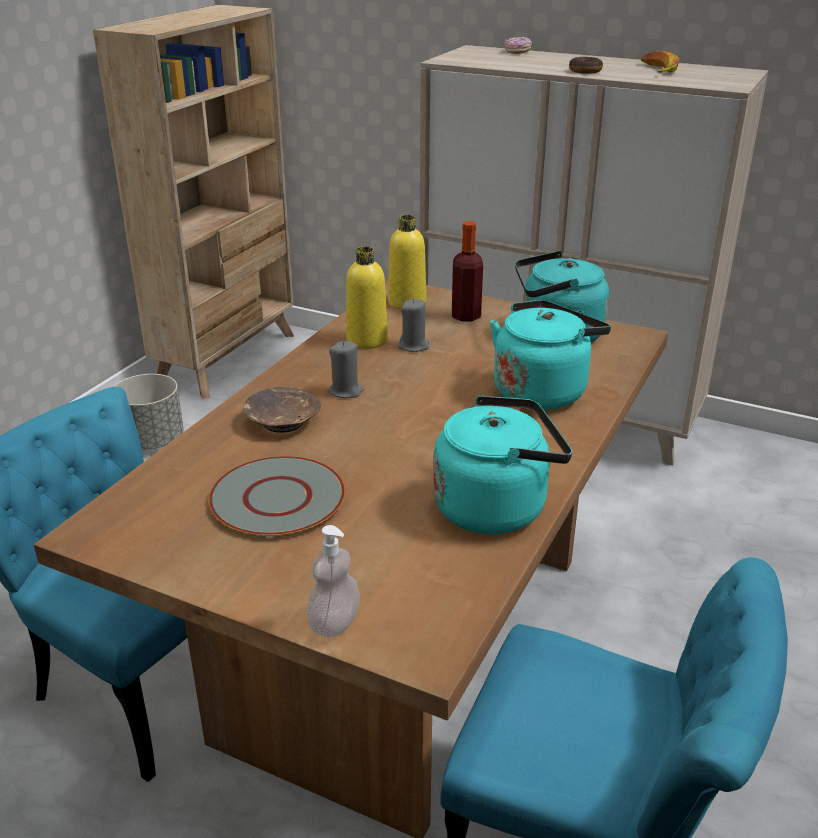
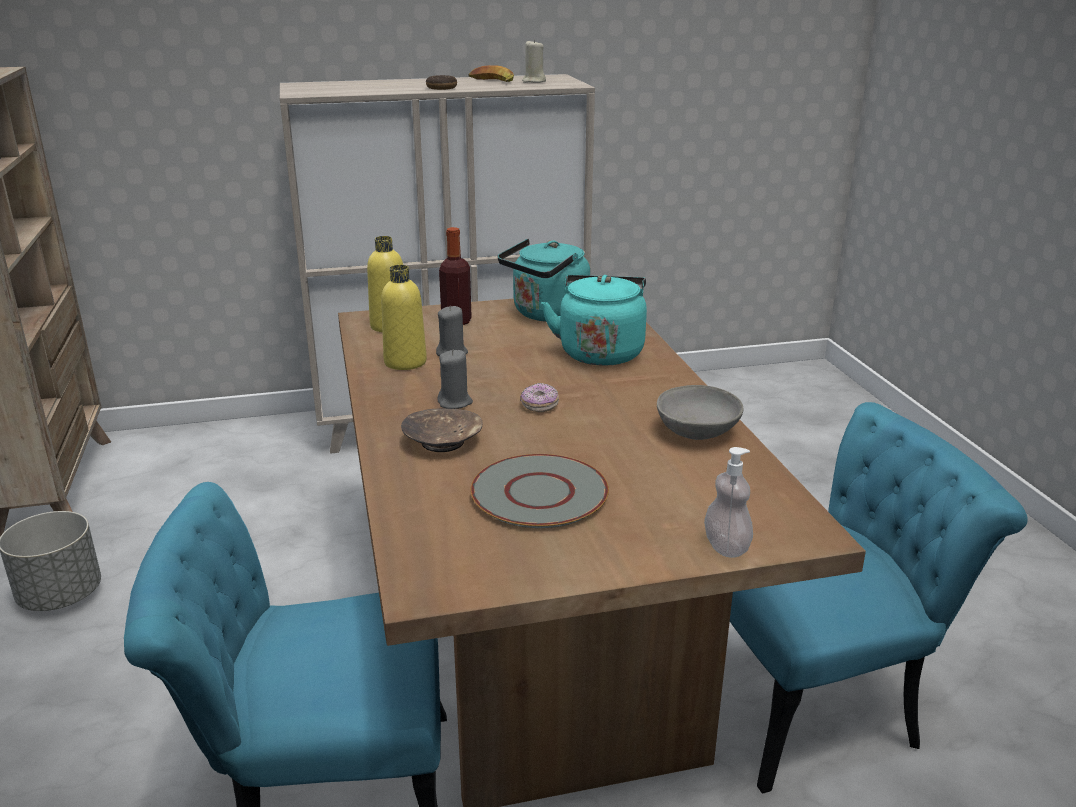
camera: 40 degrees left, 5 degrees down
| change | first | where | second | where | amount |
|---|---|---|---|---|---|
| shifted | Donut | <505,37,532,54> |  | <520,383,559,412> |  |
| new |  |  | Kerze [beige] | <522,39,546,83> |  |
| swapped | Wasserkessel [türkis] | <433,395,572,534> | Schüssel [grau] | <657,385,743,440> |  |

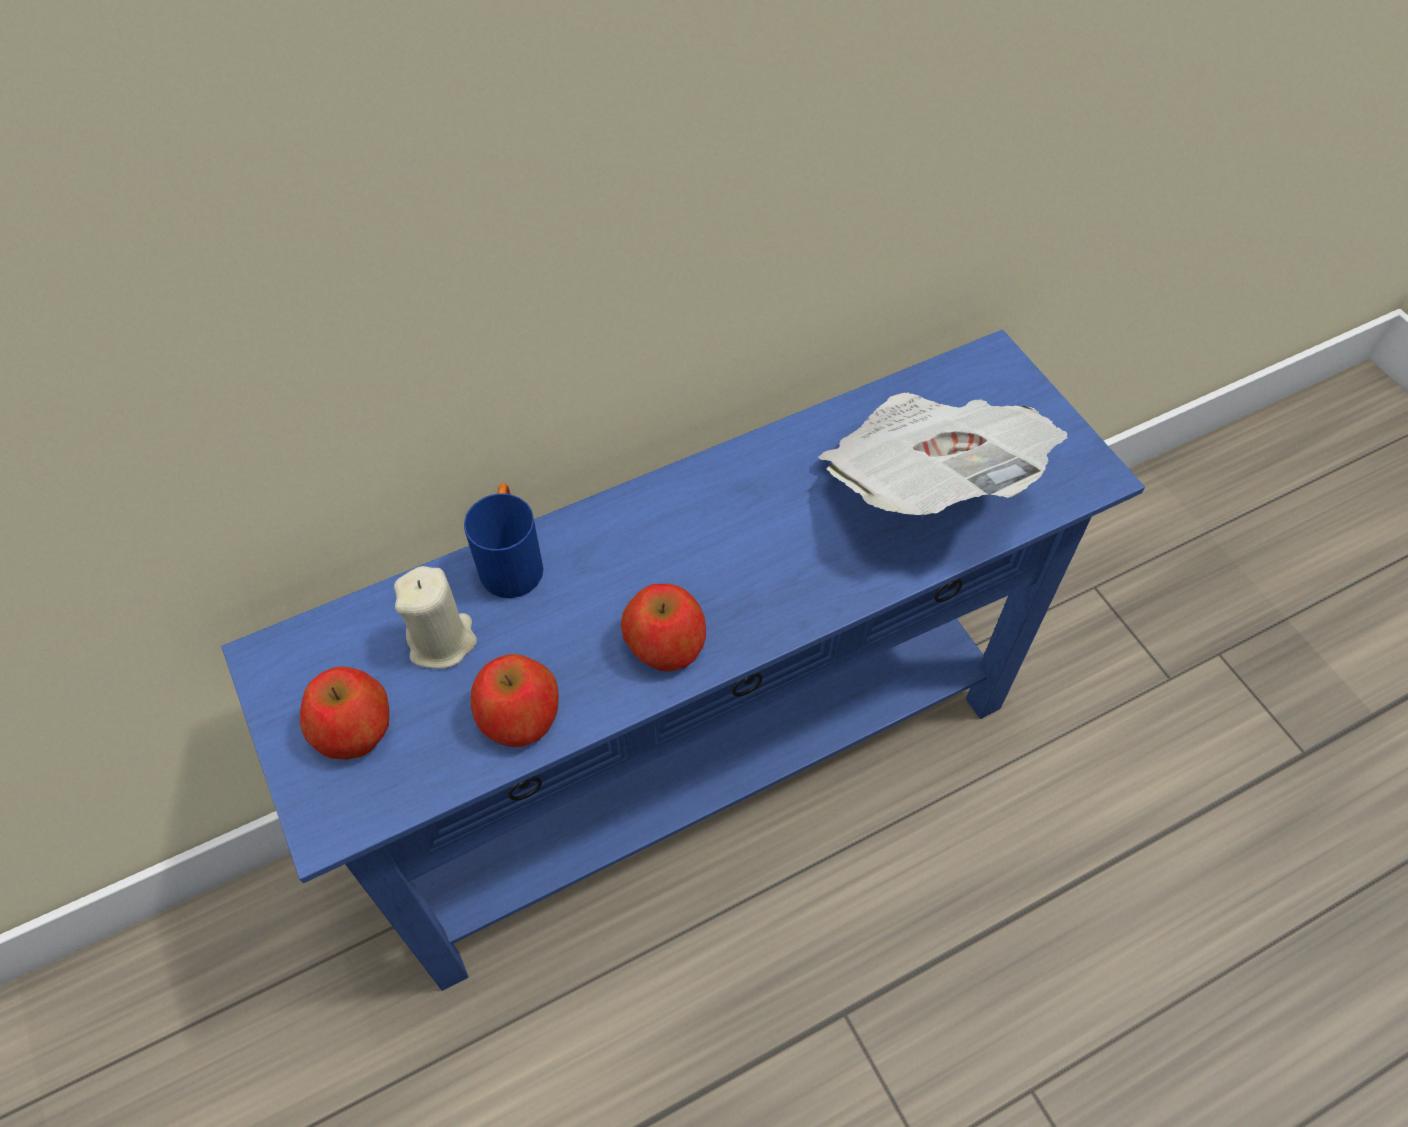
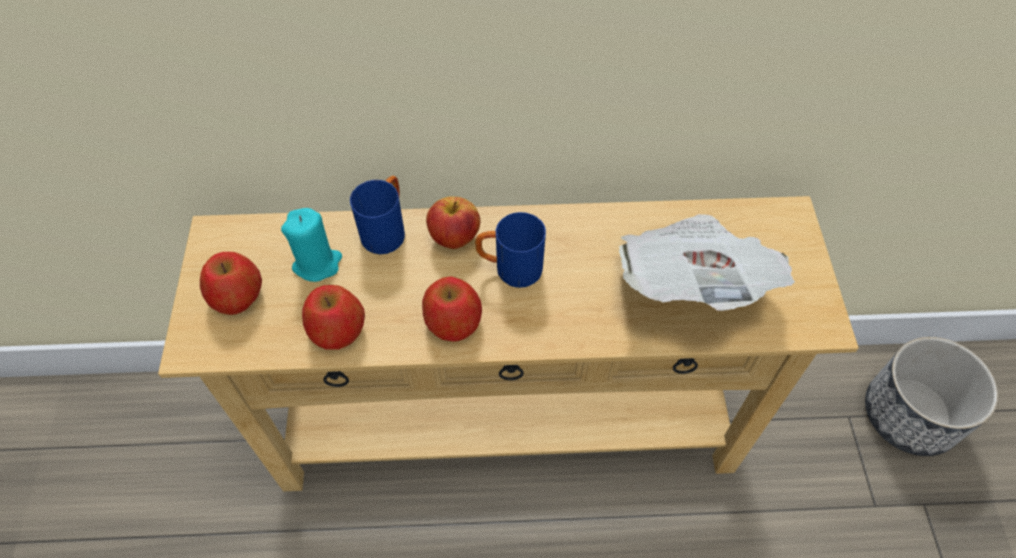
camera: 25 degrees right, 0 degrees up
| change | first | where | second | where | amount |
|---|---|---|---|---|---|
| repainted | Konsolentisch [blau] | <222,330,1145,991> | Konsolentisch [beige] | <158,196,858,491> |  |
| repainted | Kerze [beige] | <394,566,477,669> | Kerze [türkis] | <281,208,342,282> |  |
| new |  |  | Apfel | <426,196,480,249> |  |
| new |  |  | Henkelbecher [blau] | <475,212,546,288> |  |
| new |  |  | Pflanzkübel | <865,337,998,456> |  |

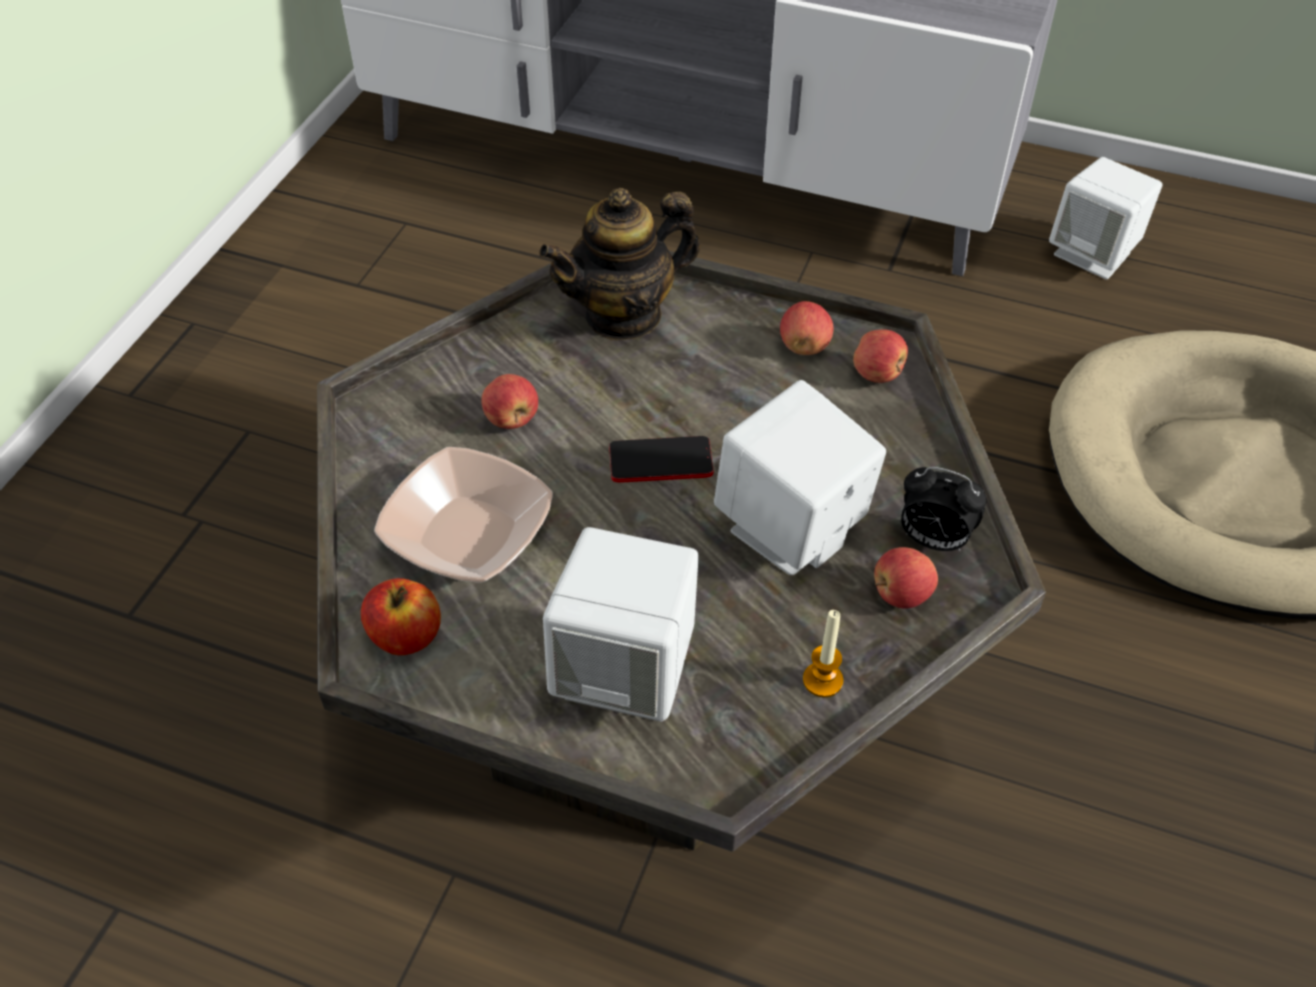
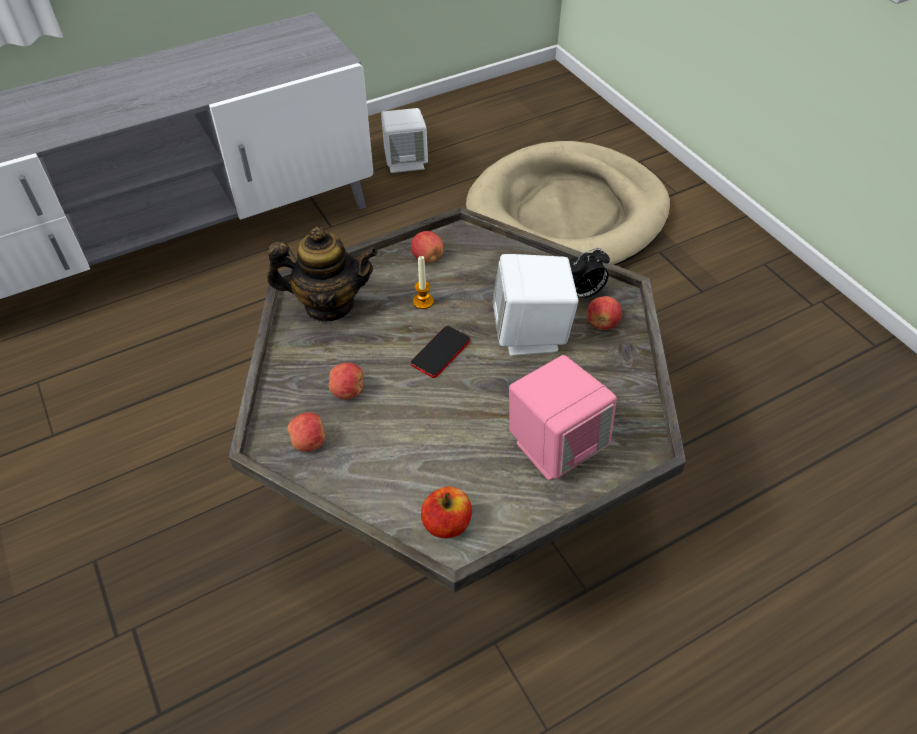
camera: 50 degrees left, 0 degrees up
| change | first | where | second | where | amount |
|---|---|---|---|---|---|
| rotated | Teekanne | <539,188,700,340> |  | <267,227,378,322> | 105 degrees counterclockwise |
| shifted | Apfel | <853,329,908,383> |  | <287,412,327,452> |  |
| shifted | Kerze | <803,610,843,697> |  | <413,256,434,309> |  |
| repainted | Lautsprecher [weiß] | <543,527,699,722> | Lautsprecher [rosa] | <509,355,617,481> |  |
| gone | Schüssel | <374,447,553,583> |  |  |  |

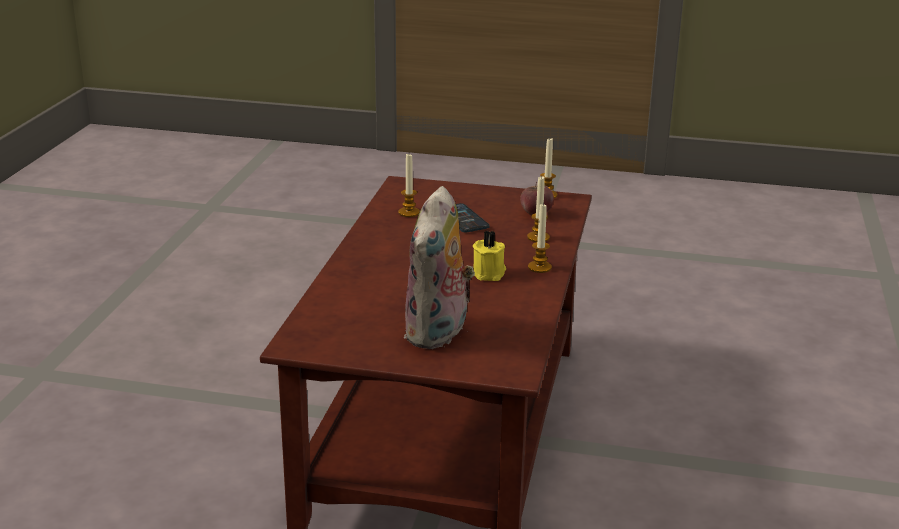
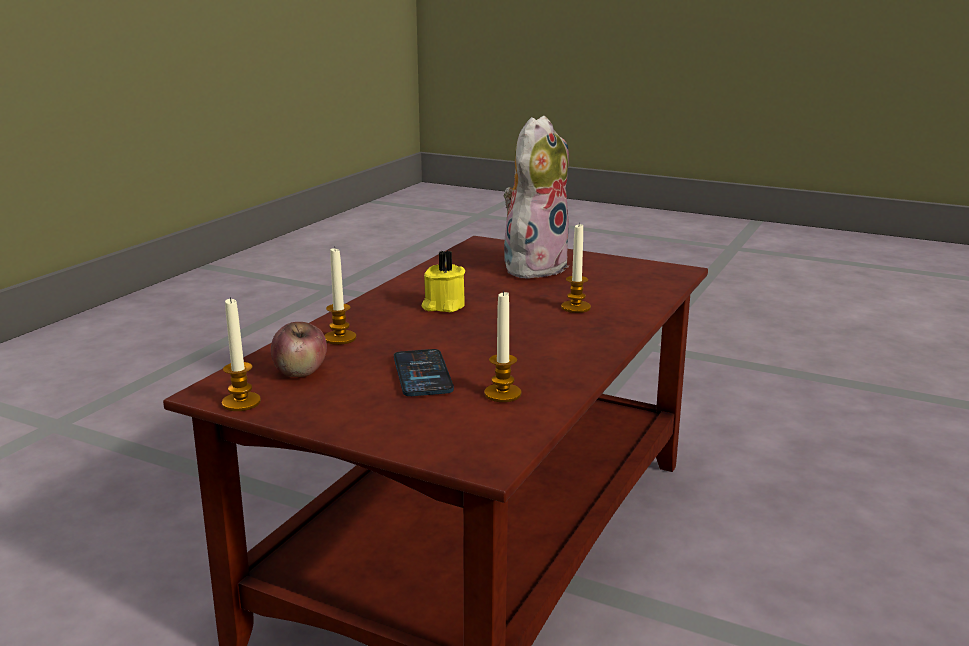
camera: 165 degrees left, 5 degrees down
| change | first | where | second | where | amount |
|---|---|---|---|---|---|
| shifted | Kerze | <528,203,552,273> |  | <561,224,591,313> |  |

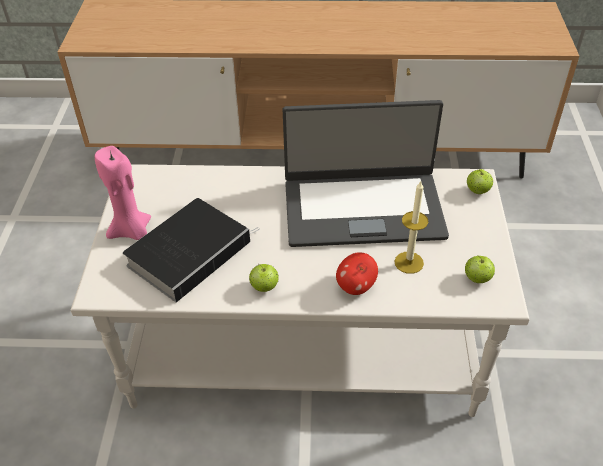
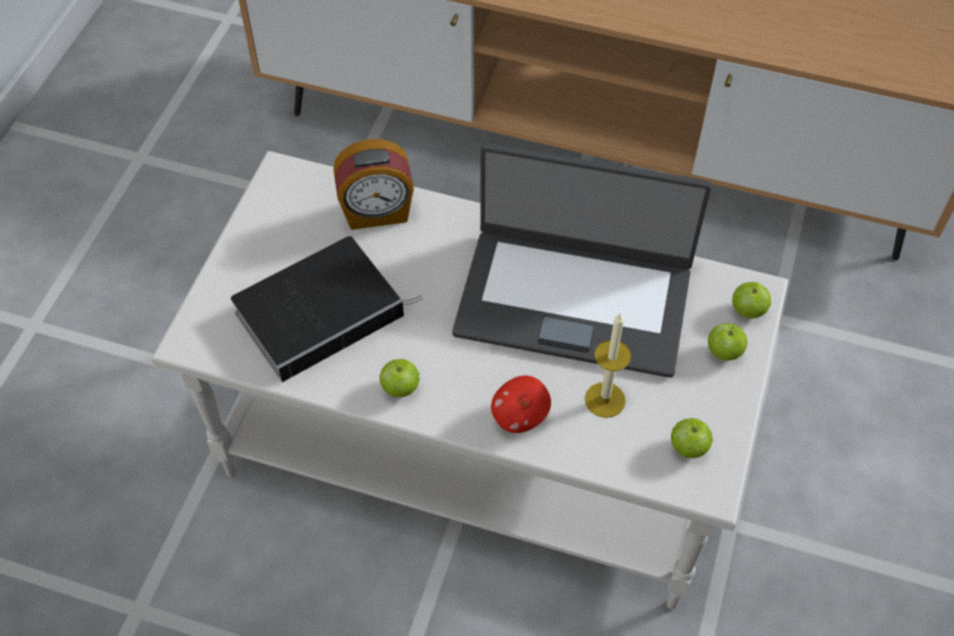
camera: 15 degrees right, 10 degrees up
| change | first | where | second | where | amount |
|---|---|---|---|---|---|
| new |  |  | Wecker | <333,139,414,230> |  |
| new |  |  | Apfel | <708,323,748,361> |  |
| gone | Kerze [rosa] | <94,146,151,240> |  |  |  |

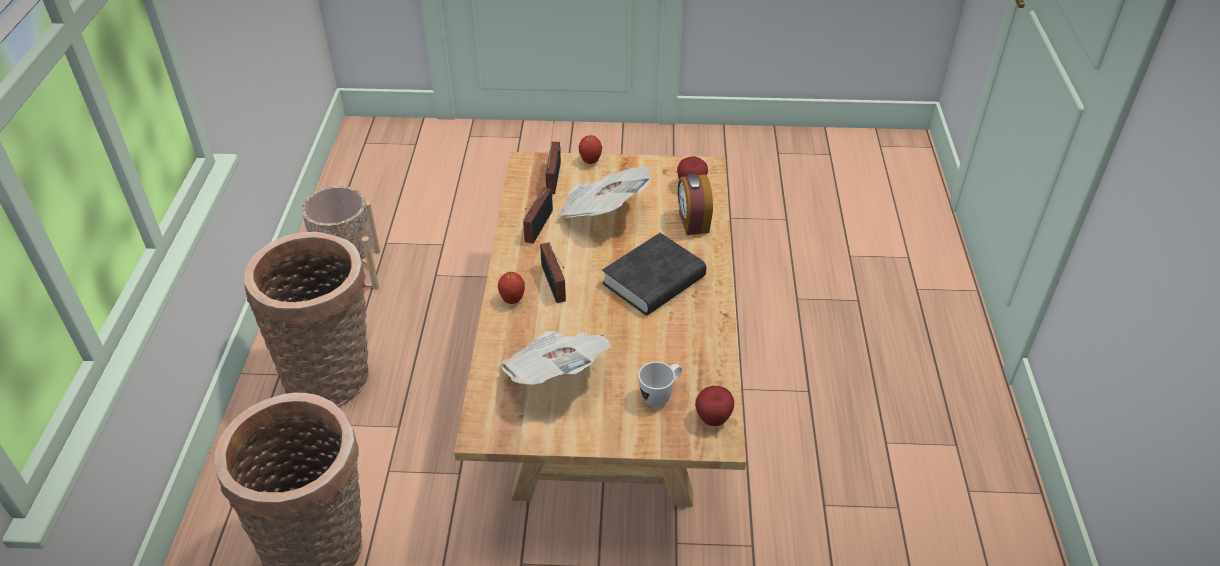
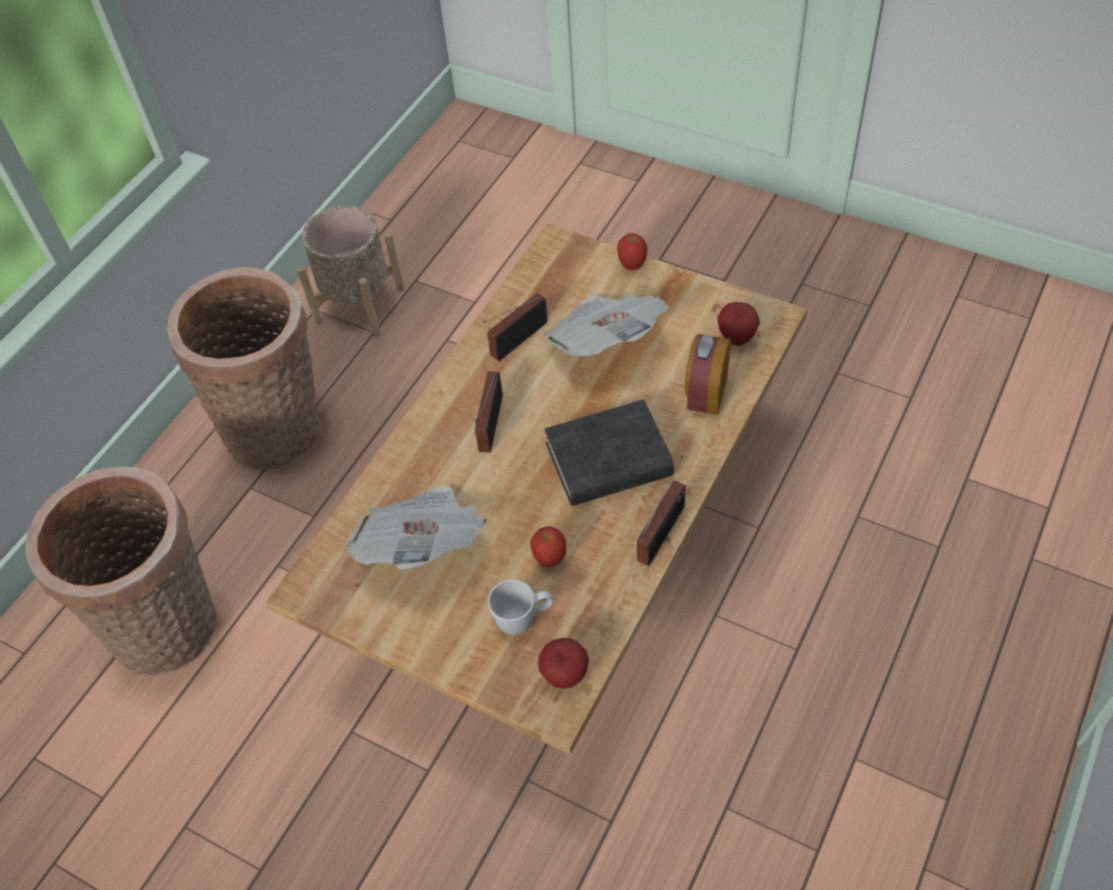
camera: 30 degrees right, 10 degrees up
| change | first | where | second | where | amount |
|---|---|---|---|---|---|
| shifted | Apfel | <498,272,525,304> |  | <531,526,566,568> |  |
| shifted | Radio | <545,121,561,194> |  | <637,456,686,566> |  |

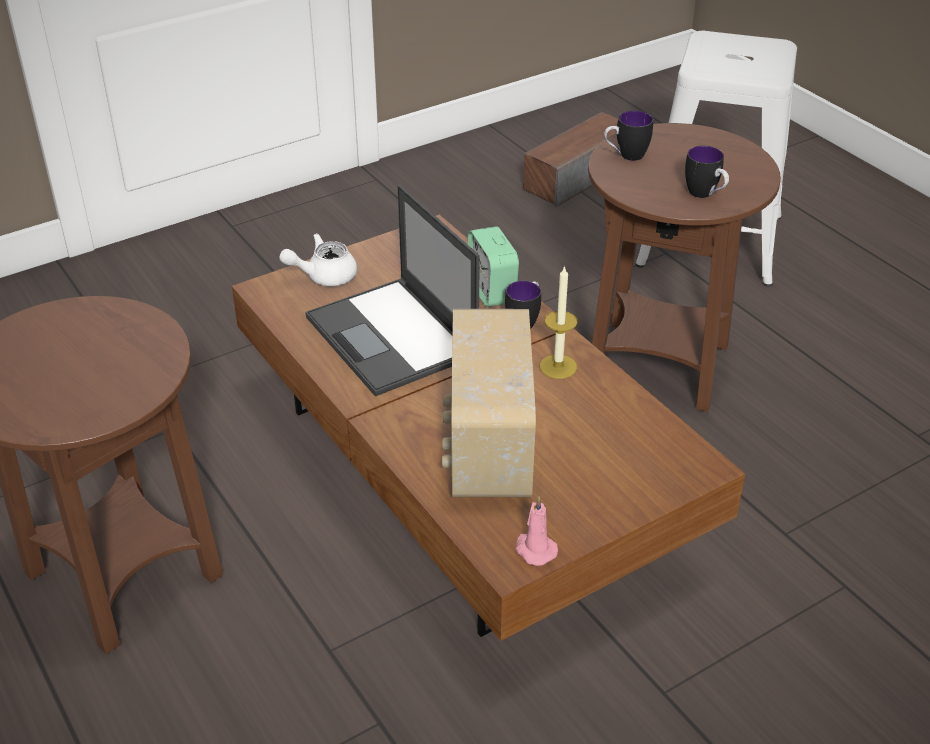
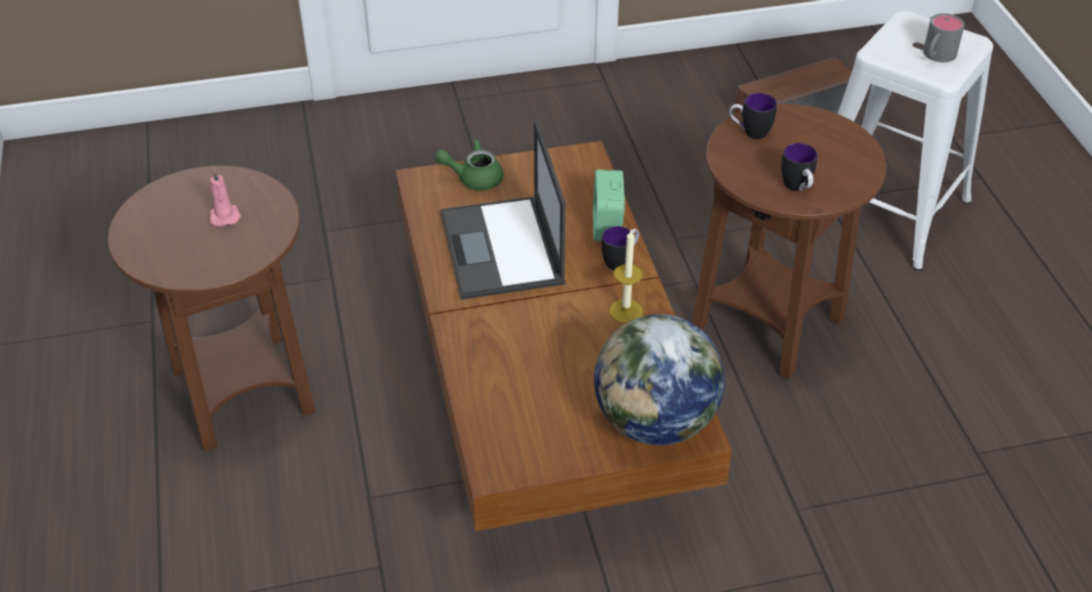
camera: 20 degrees right, 5 degrees up
| change | first | where | second | where | amount |
|---|---|---|---|---|---|
| shifted | Kerze [rosa] | <516,496,558,566> |  | <209,169,241,227> |  |
| repainted | Teekanne [weiß] | <279,233,357,286> | Teekanne [grün] | <435,140,503,191> |  |
| new |  |  | Globus | <594,314,725,445> |  |
| new |  |  | Henkelbecher [grau] | <923,13,965,62> |  |
| gone | Radio | <442,309,536,497> |  |  |  |

